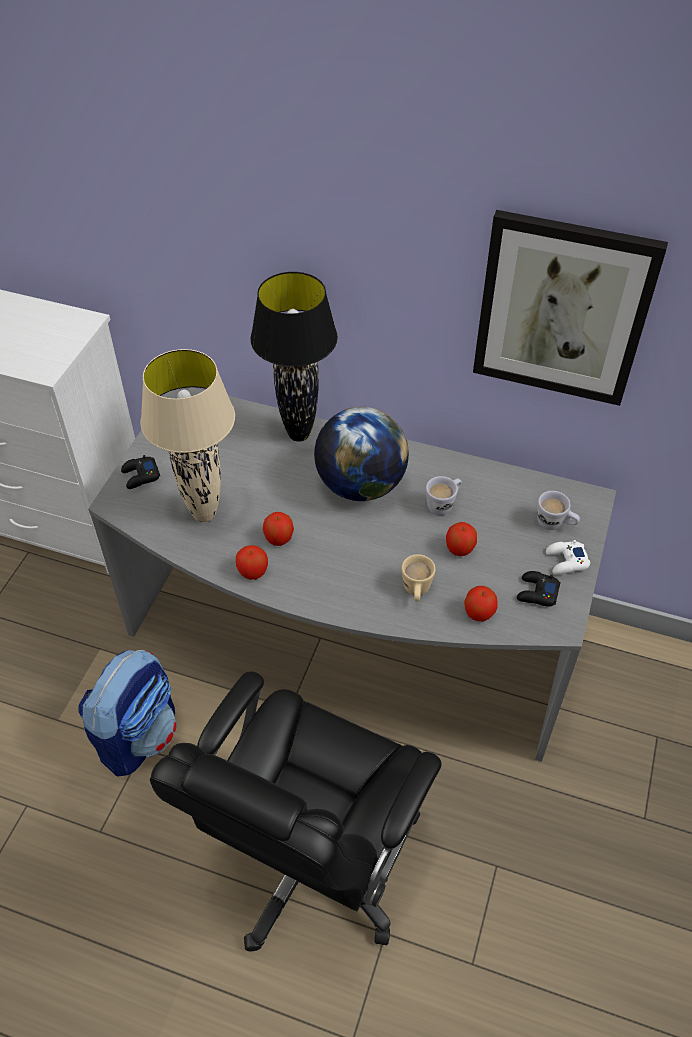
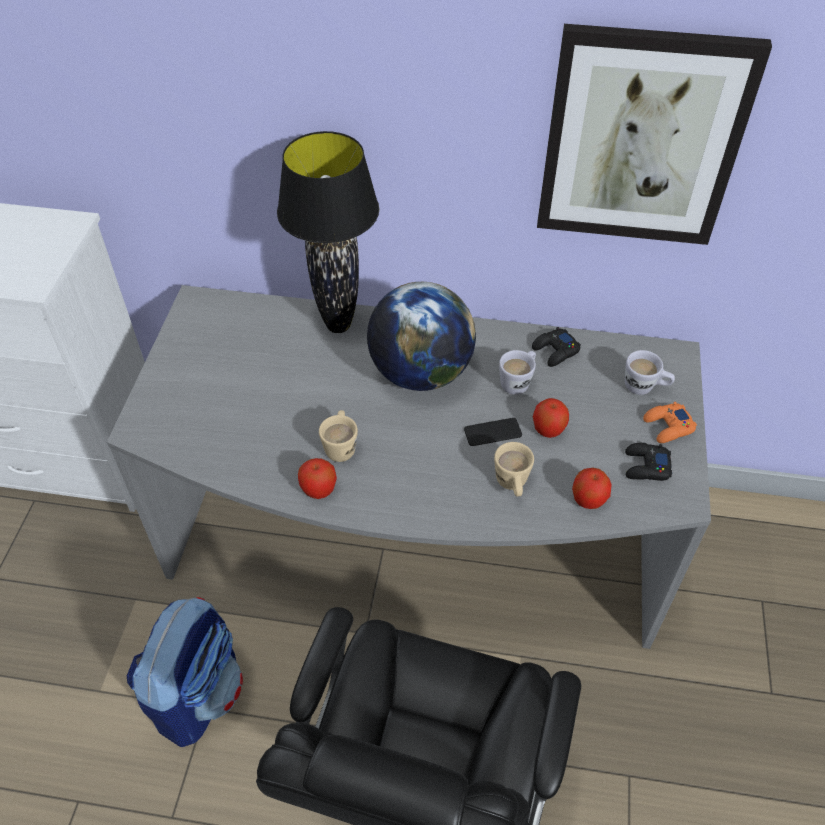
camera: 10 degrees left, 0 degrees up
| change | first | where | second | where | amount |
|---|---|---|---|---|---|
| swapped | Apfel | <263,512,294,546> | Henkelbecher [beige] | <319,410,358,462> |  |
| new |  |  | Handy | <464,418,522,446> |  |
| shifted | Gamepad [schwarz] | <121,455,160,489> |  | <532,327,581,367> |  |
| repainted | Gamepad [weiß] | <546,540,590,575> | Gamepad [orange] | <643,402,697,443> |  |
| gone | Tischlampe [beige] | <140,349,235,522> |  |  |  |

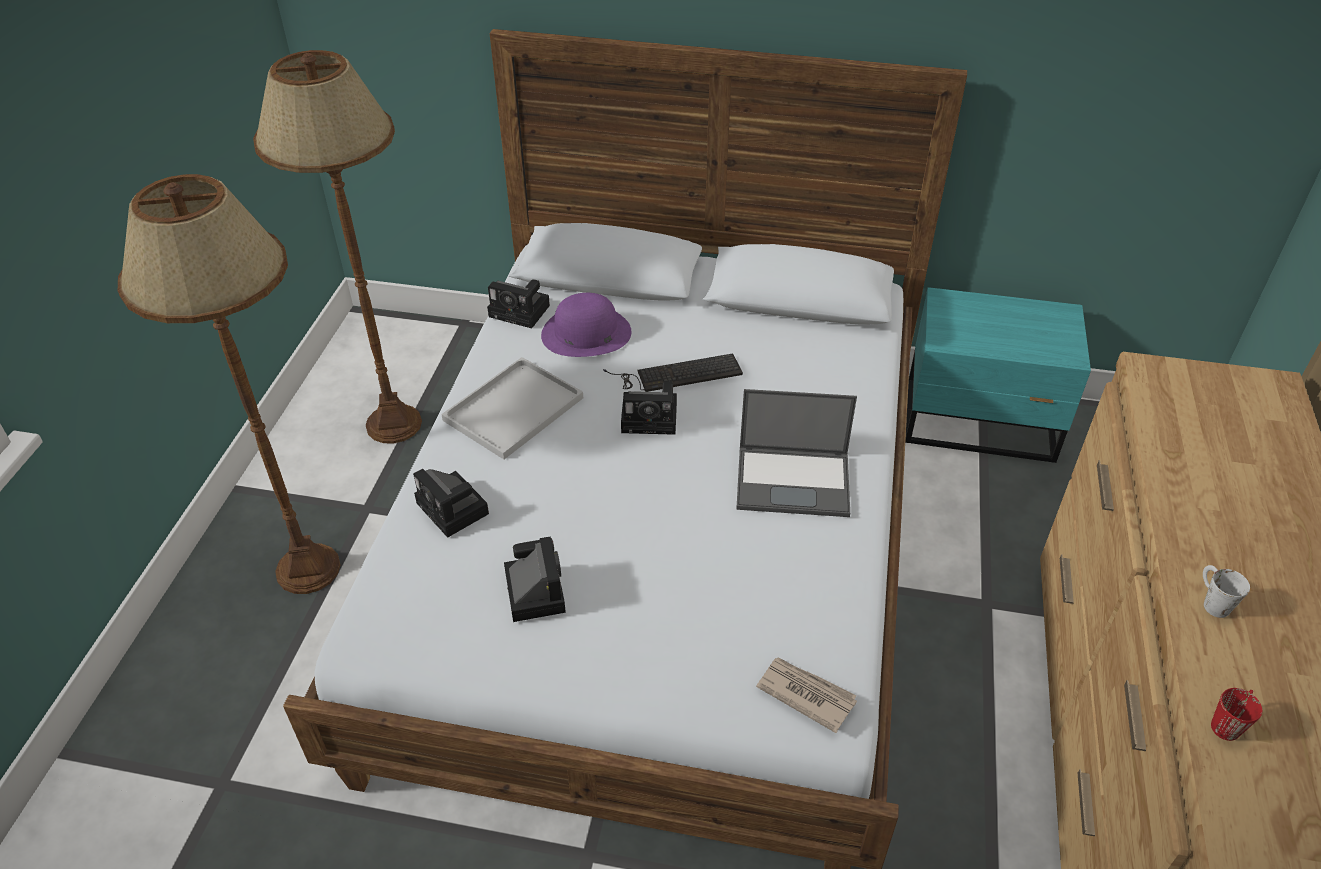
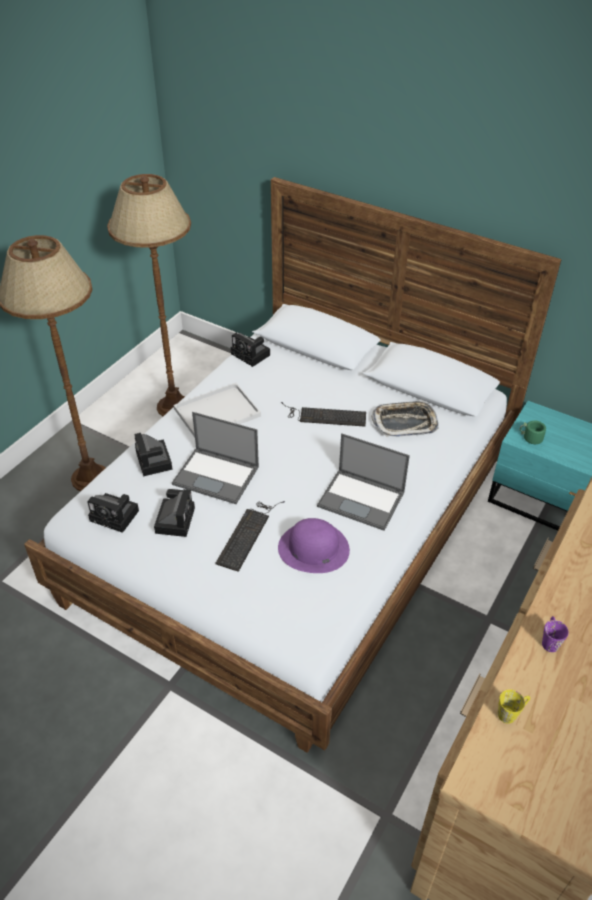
camera: 20 degrees right, 0 degrees up
| change | first | where | second | where | amount |
|---|---|---|---|---|---|
| shifted | Kamera | <621,381,677,435> |  | <87,493,139,533> |  |
| new |  |  | Laptop | <172,412,259,504> |  |
| new |  |  | Tastatur | <215,501,285,572> |  |
| shifted | Hut [lila] | <541,293,631,357> |  | <278,518,350,573> |  |
| new |  |  | Tablett | <371,400,438,437> |  |
| repainted | Henkelbecher [rot] | <1211,688,1262,741> | Henkelbecher [gelb] | <498,689,530,724> |  |
| new |  |  | Henkelbecher [grün] | <520,421,546,444> |  |
| repainted | Henkelbecher [weiß] | <1203,565,1250,618> | Henkelbecher [lila] | <542,616,569,652> |  |
| gone | Zeitung | <756,657,857,733> |  |  |  |

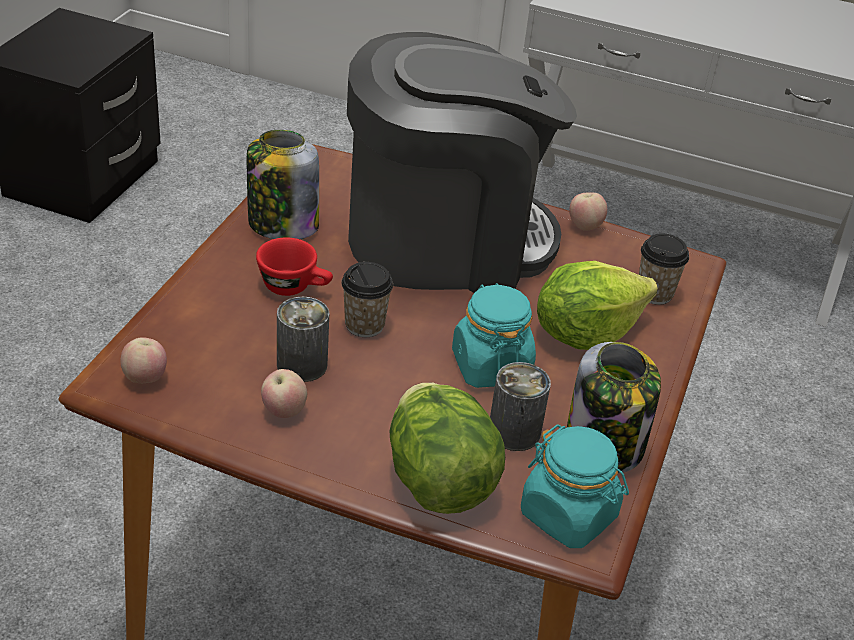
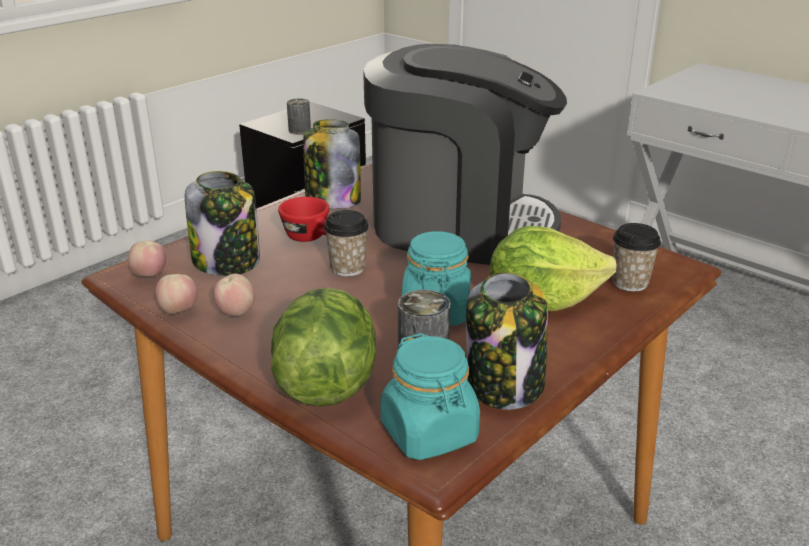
camera: 25 degrees right, 10 degrees down
| change | first | where | second | where | amount |
|---|---|---|---|---|---|
| shifted | Apfel | <569,193,607,231> |  | <155,274,198,314> |  |
| new |  |  | Vorratsglas | <185,171,260,276> |  |
| shifted | Dose | <277,297,329,382> |  | <287,99,311,135> |  |

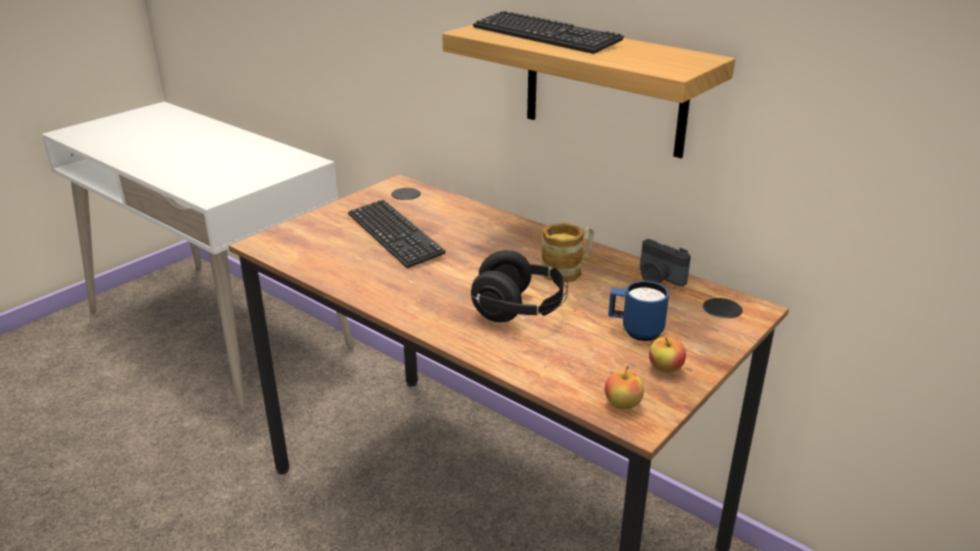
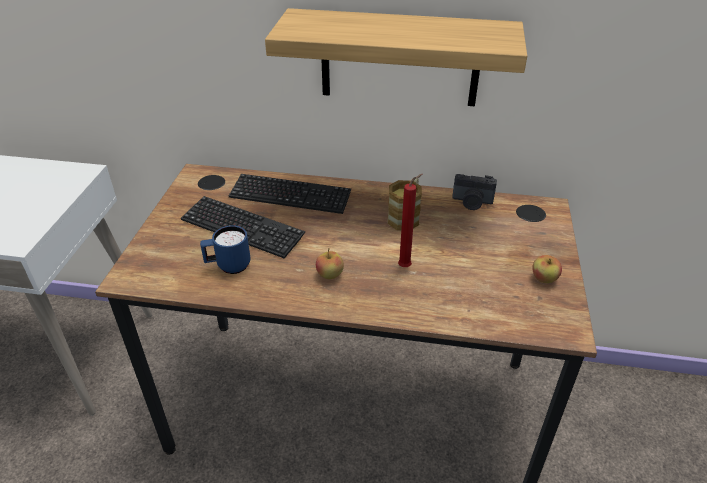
camera: 30 degrees left, 10 degrees up
| change | first | where | second | where | amount |
|---|---|---|---|---|---|
| shifted | Henkelbecher [blau] | <608,281,669,341> |  | <200,225,250,274> |  |
| shifted | Tastatur | <473,11,624,54> |  | <229,174,351,214> |  |
| shifted | Apfel | <605,365,644,410> |  | <316,248,344,279> |  |
| swapped | Kopfhörer [schwarz] | <471,250,568,322> | Kerze [rot] | <398,174,422,267> |  |

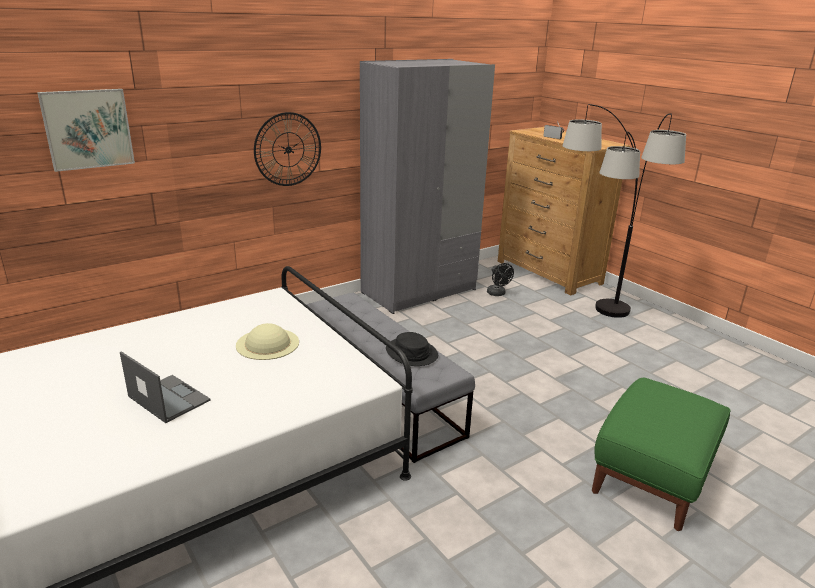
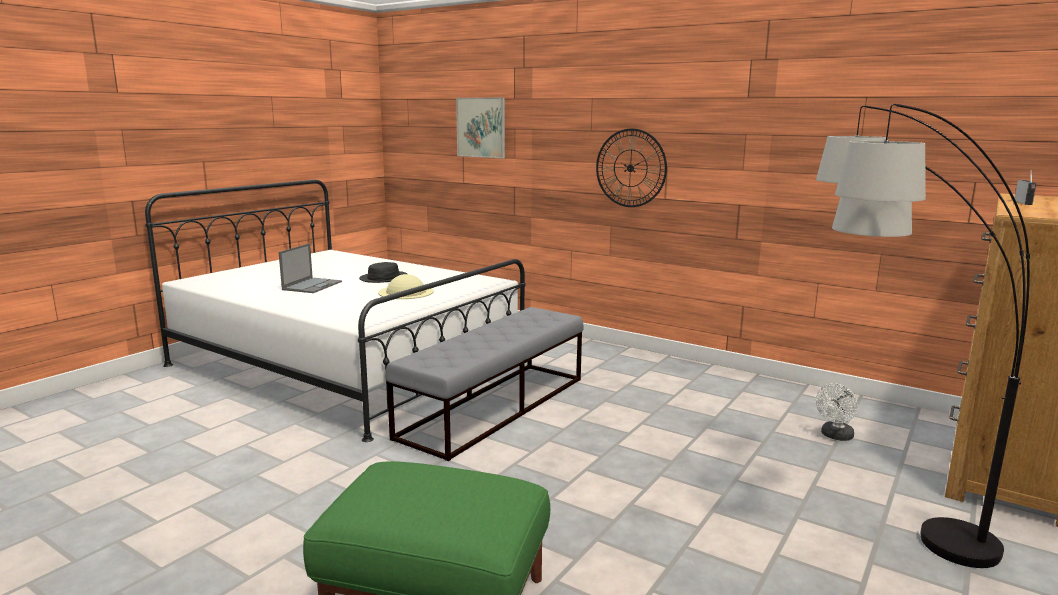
camera: 70 degrees right, 10 degrees down
| change | first | where | second | where | amount |
|---|---|---|---|---|---|
| shifted | Hut [schwarz] | <386,332,438,366> |  | <359,262,407,283> |  |
| repainted | Ventilator [schwarz] | <487,263,514,296> | Ventilator [weiß] | <816,383,858,441> |  |
| gone | Kleiderschrank [grau] | <360,59,495,314> |  |  |  |

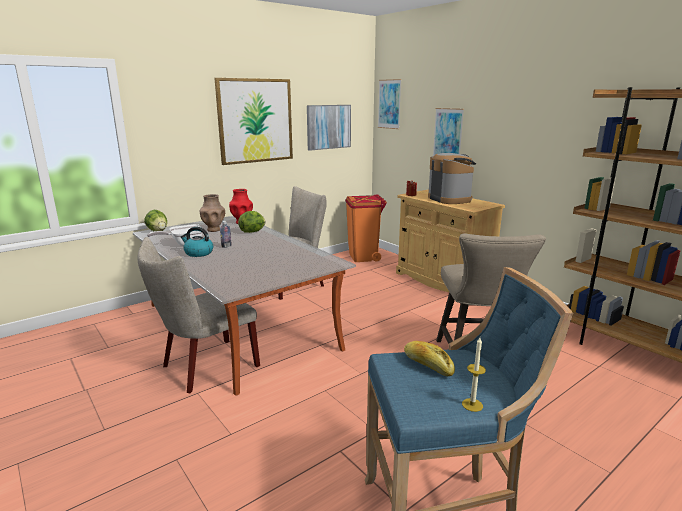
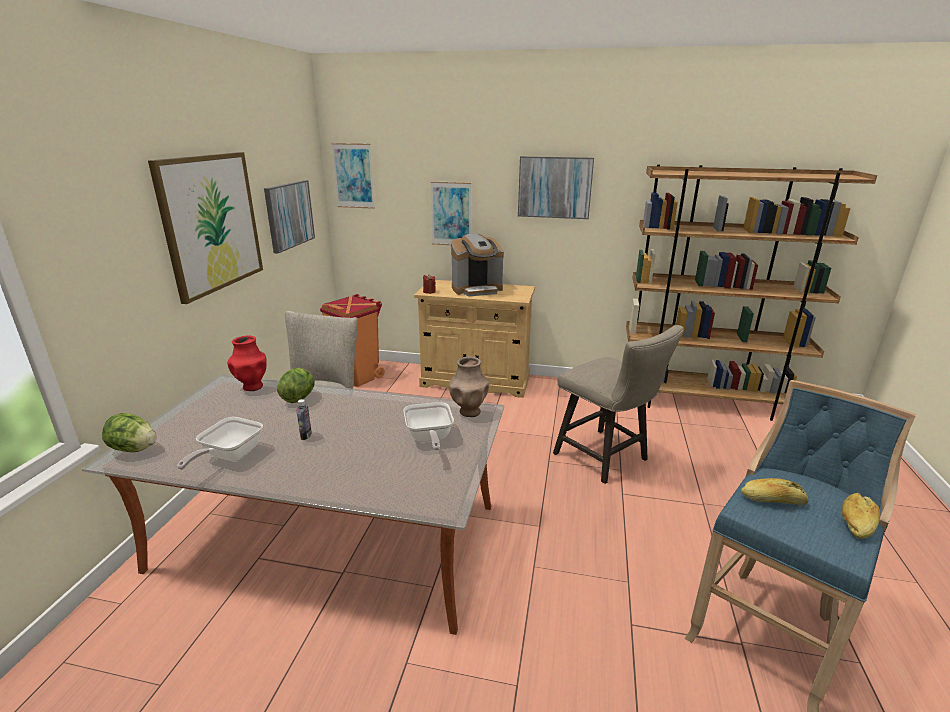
camera: 40 degrees left, 5 degrees up
| change | first | where | second | where | amount |
|---|---|---|---|---|---|
| new |  |  | Pfanne | <403,402,454,450> |  |
| shifted | Vase [braun] | <200,194,225,232> |  | <449,357,489,417> |  |
| rotated | Kaffeemaschine | <428,153,476,204> |  | <451,233,504,296> | 135 degrees clockwise |
| new |  |  | Bild | <518,156,594,219> |  |
| swapped | Kerze | <462,338,486,412> | Brot | <842,493,880,539> |  |
| gone | Stuhl [beige] | <138,237,260,393> |  |  |  |
| gone | Wasserkessel | <181,227,213,257> |  |  |  |

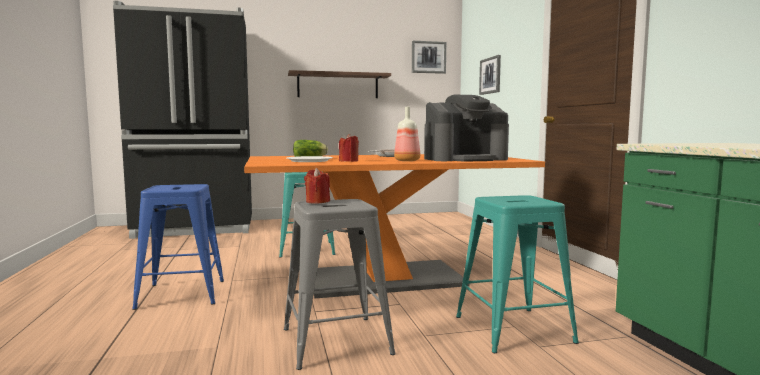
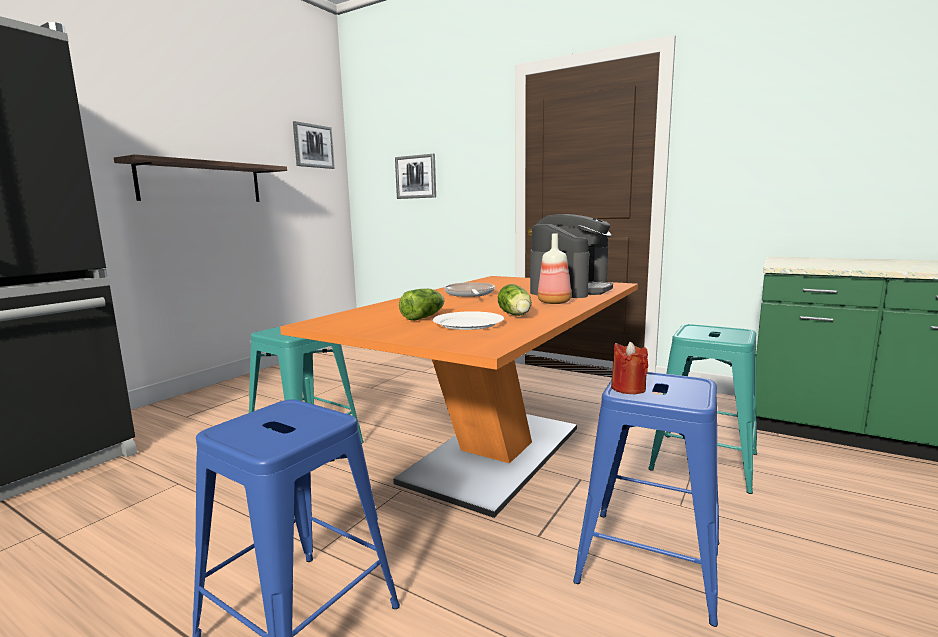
camera: 45 degrees left, 5 degrees up
| change | first | where | second | where | amount |
|---|---|---|---|---|---|
| swapped | Kerze [rot] | <339,134,359,162> | Salatkopf | <498,284,532,316> |  |
| repainted | Hocker [grau] | <284,199,395,370> | Hocker [blau] | <573,372,719,627> |  |

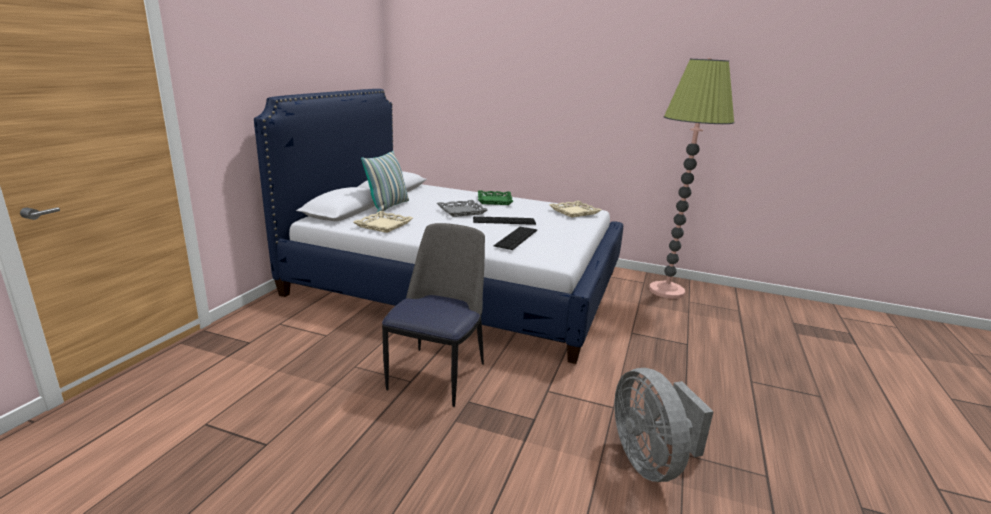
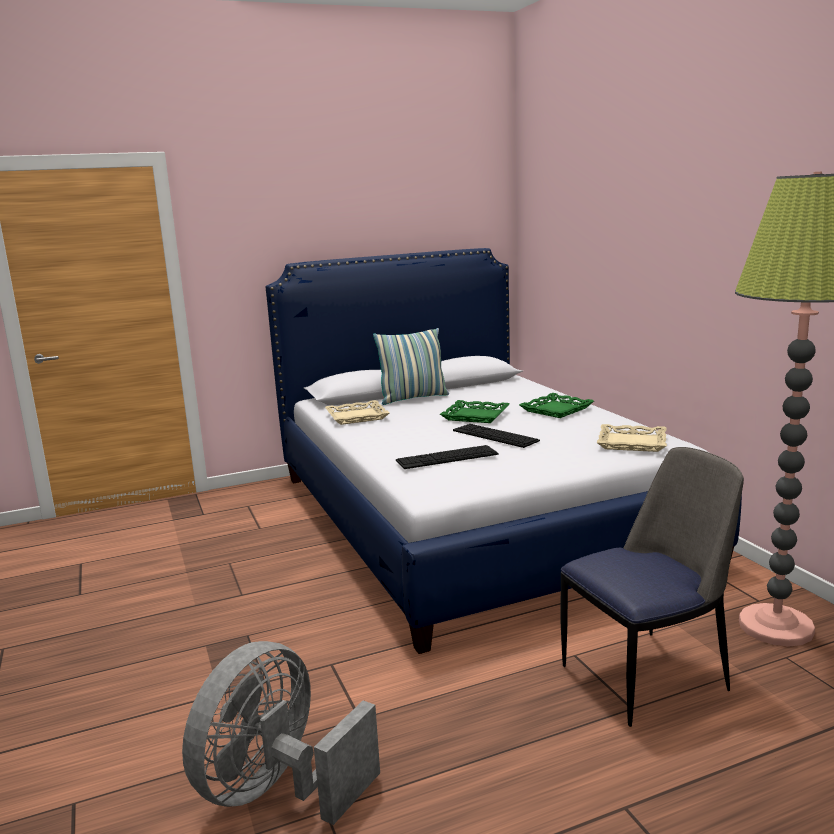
camera: 50 degrees right, 5 degrees down
| change | first | where | second | where | amount |
|---|---|---|---|---|---|
| repainted | Tablett [grau] | <437,200,488,217> | Tablett [grün] | <440,400,509,423> |  |
| shifted | Stuhl | <382,223,485,407> |  | <560,447,744,727> |  |

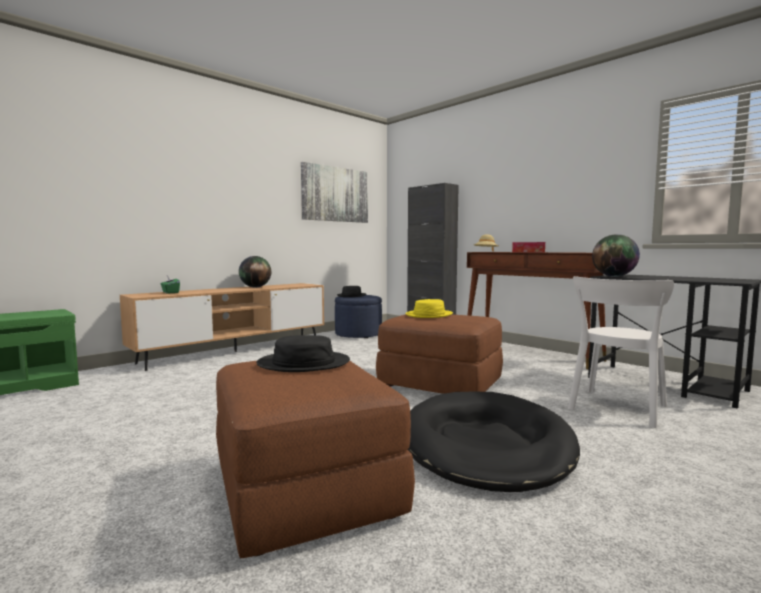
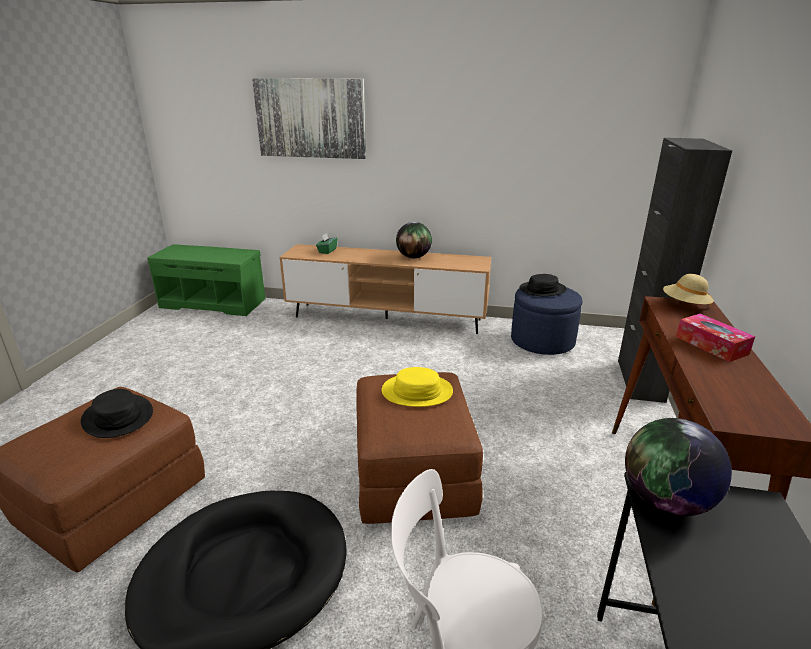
camera: 55 degrees right, 20 degrees up
| change | first | where | second | where | amount |
|---|---|---|---|---|---|
| shifted | Bild | <301,162,368,223> |  | <252,78,366,159> |  |

